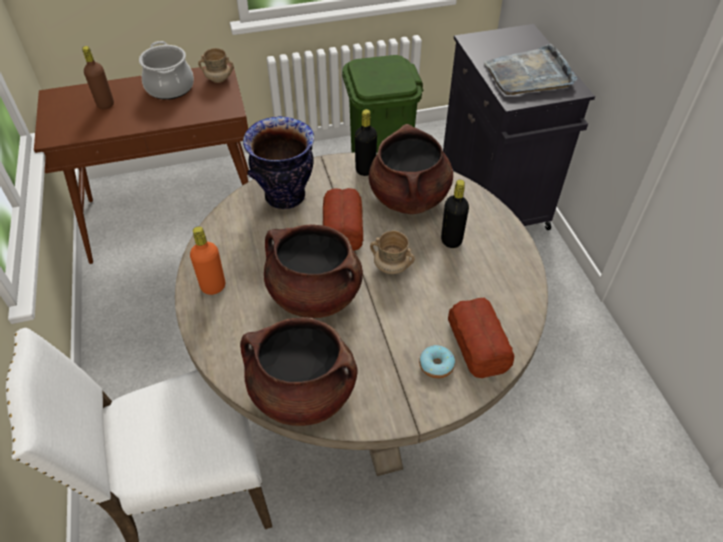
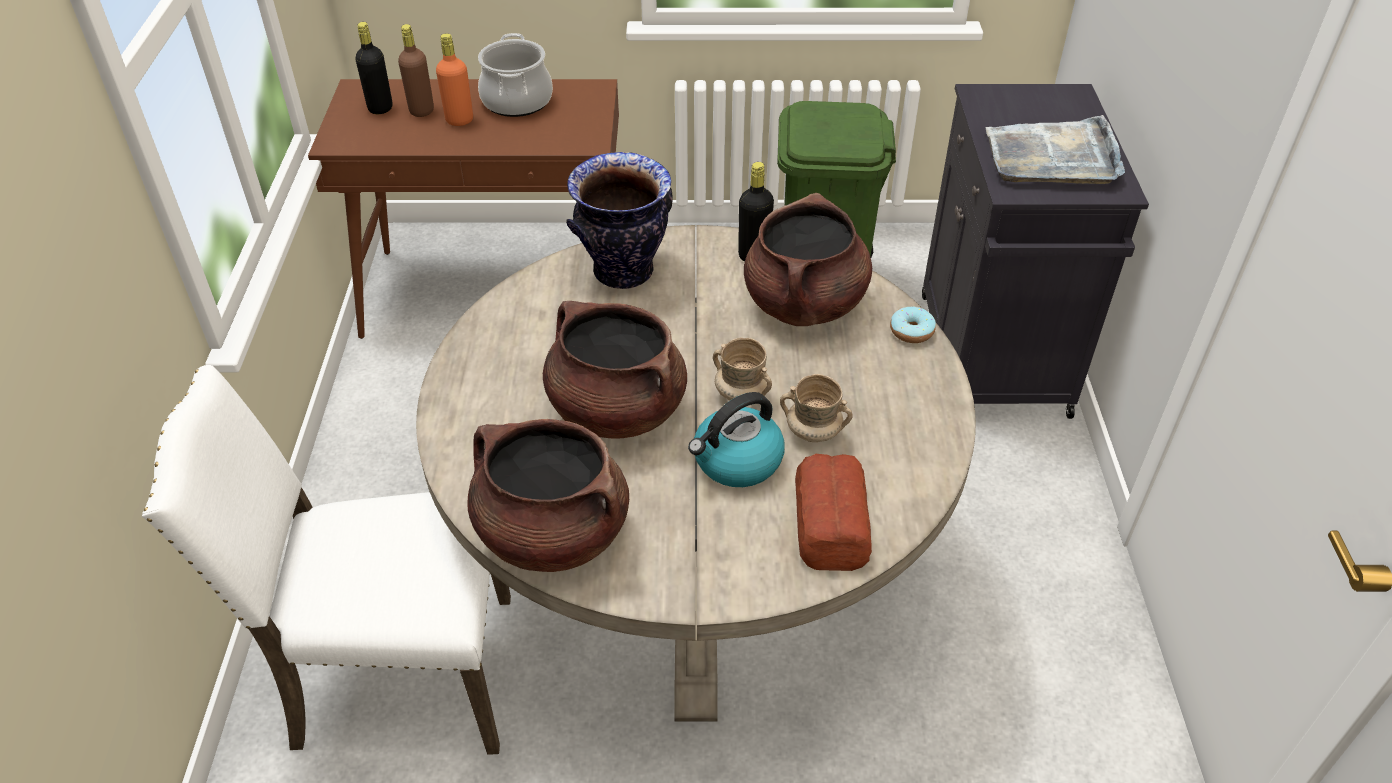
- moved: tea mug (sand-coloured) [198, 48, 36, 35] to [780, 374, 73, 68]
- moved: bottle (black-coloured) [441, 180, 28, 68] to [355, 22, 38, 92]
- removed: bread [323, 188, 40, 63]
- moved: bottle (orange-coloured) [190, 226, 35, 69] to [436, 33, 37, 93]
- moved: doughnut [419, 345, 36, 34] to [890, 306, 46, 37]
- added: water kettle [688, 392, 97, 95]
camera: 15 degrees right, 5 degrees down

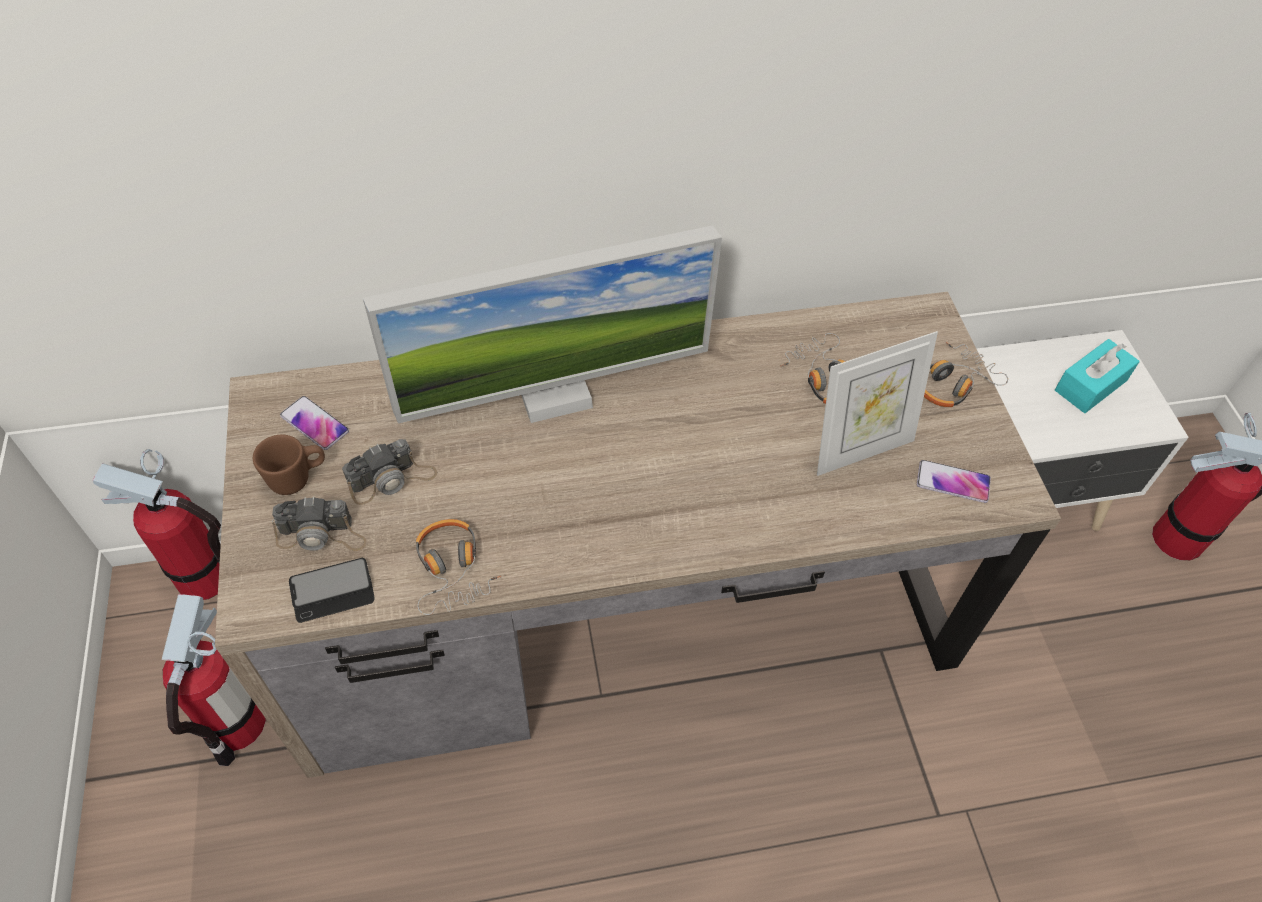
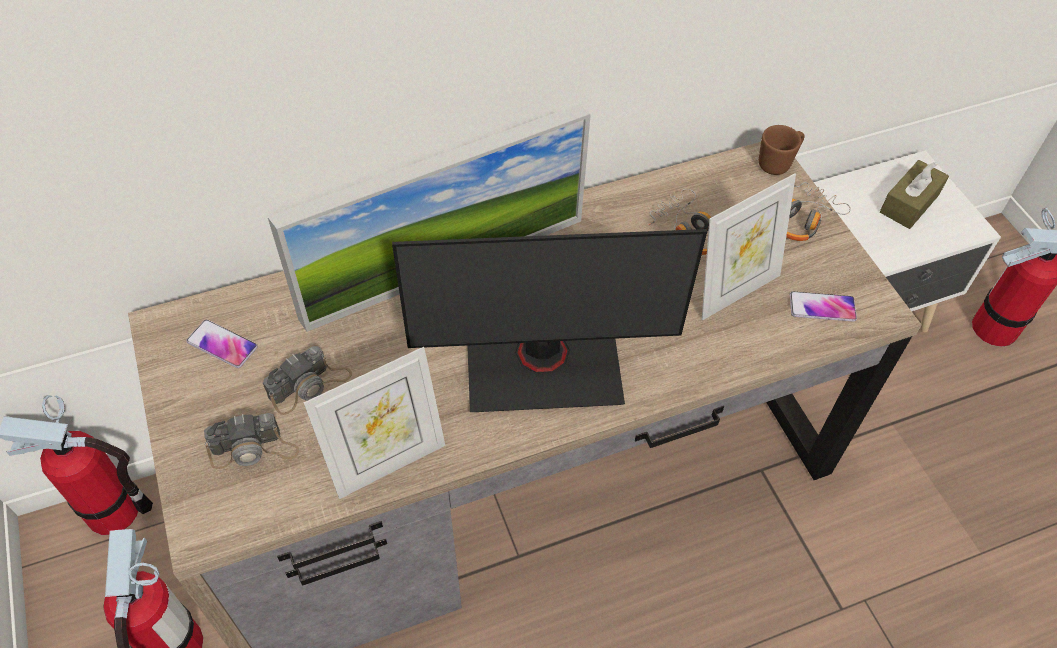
- recoloured: tissue box (blue-green) [1055, 339, 85, 74] to tissue box (brown) [880, 160, 69, 69]
- moved: tea mug (brown) [253, 435, 72, 60] to [759, 125, 46, 50]
- replaced: pair of headphones [416, 519, 85, 96] to picture frame [304, 347, 141, 152]
- removed: handset [289, 558, 86, 65]
- added: computer screen [392, 229, 315, 183]
camera: 10 degrees left, 0 degrees up

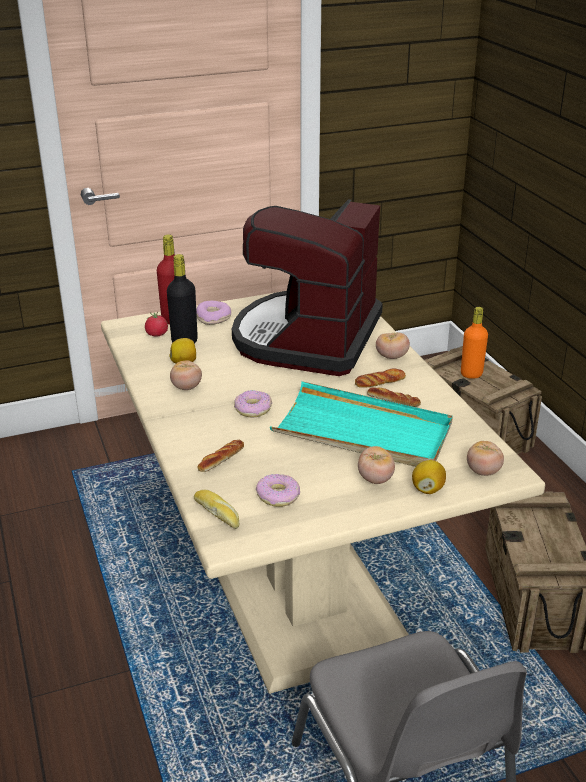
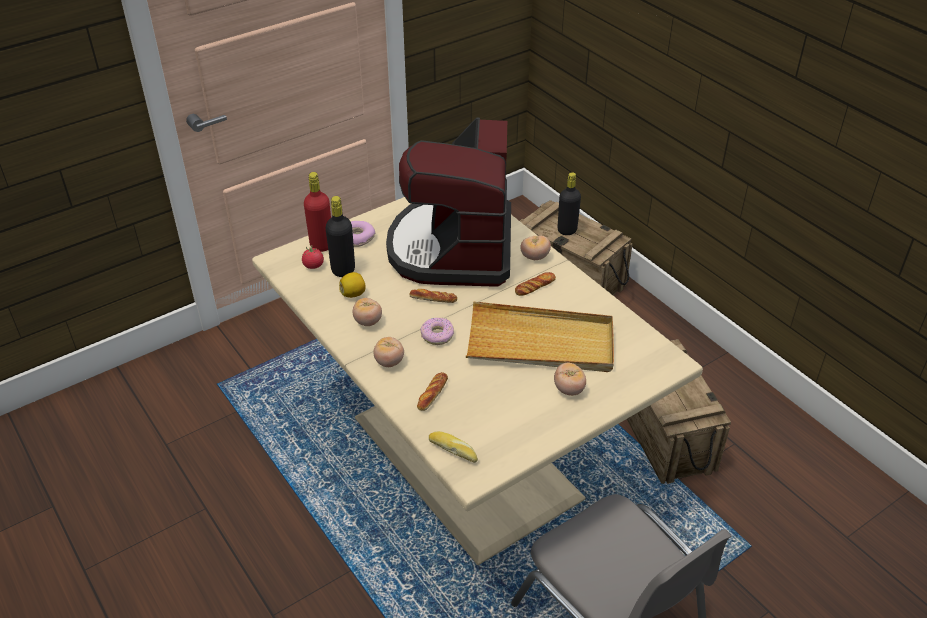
- recoloured: bottle (orange-coloured) [461, 307, 27, 72] to bottle (black-coloured) [557, 172, 24, 63]
- recoloured: serving tray (blue-green) [270, 381, 183, 86] to serving tray (sand-coloured) [466, 301, 148, 71]
- moved: bread [367, 387, 54, 20] to [410, 289, 47, 14]
- moved: whole tomato [467, 441, 37, 35] to [374, 337, 30, 30]
- removed: lemon [412, 460, 34, 34]
- removed: doughnut [256, 474, 44, 33]
camera: 15 degrees left, 10 degrees up

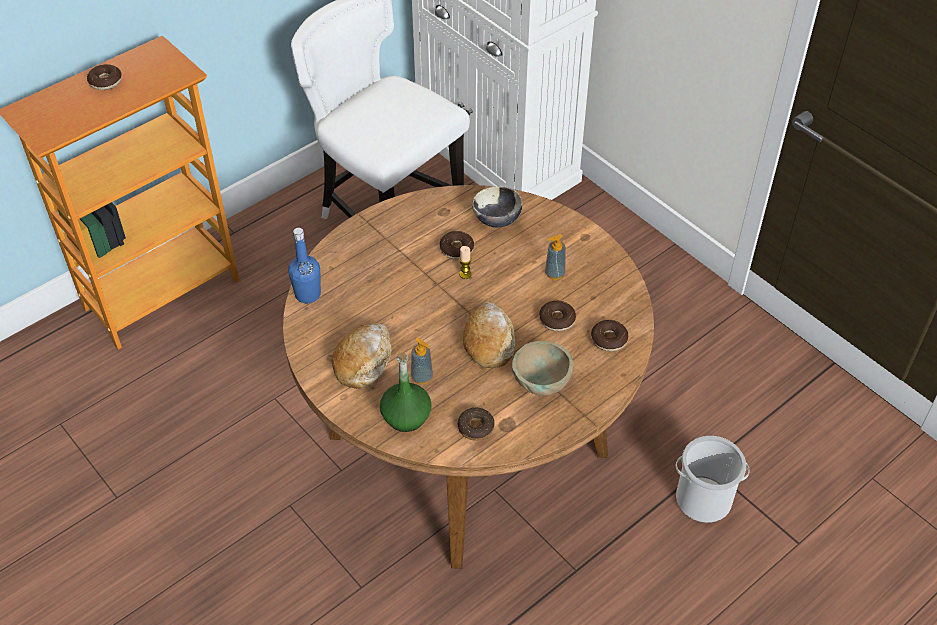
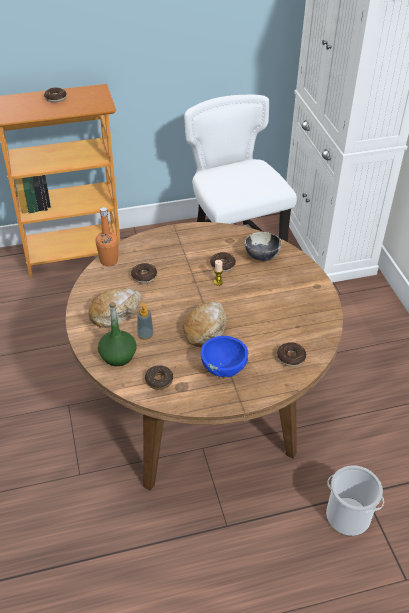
- recoloured: bottle (bluish) [288, 228, 33, 75] to bottle (orange-coloured) [96, 207, 22, 59]
- removed: liquid soap bottle [545, 234, 21, 46]
- moved: doughnut [539, 301, 37, 30] to [131, 263, 26, 21]
- recoloured: bowl (sand-coloured) [512, 341, 61, 54] to bowl (bluish) [201, 336, 47, 41]
camera: 25 degrees right, 5 degrees down

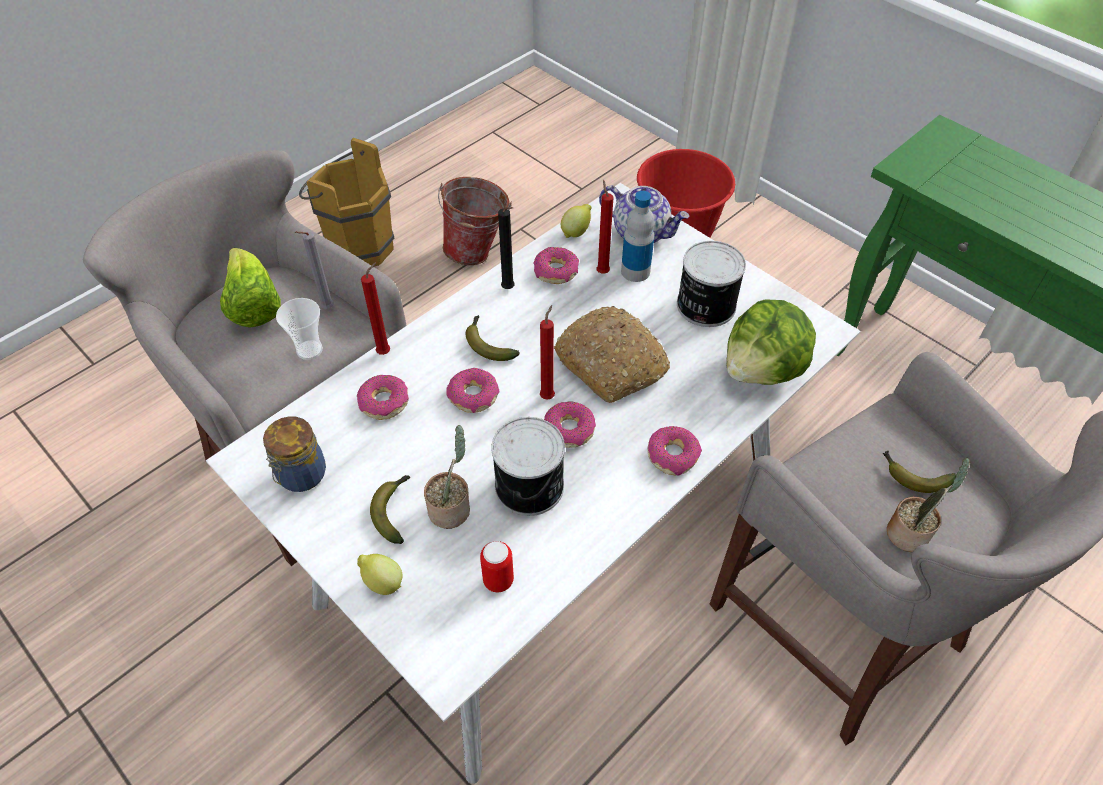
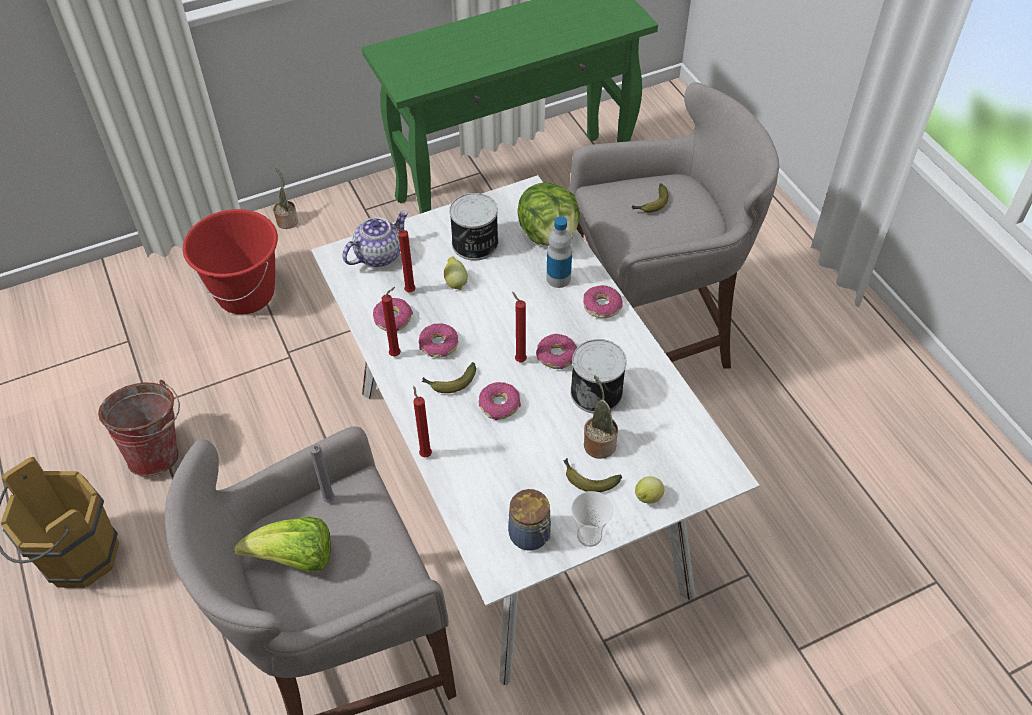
- moved: bottle [621, 191, 34, 91] to [546, 216, 26, 72]
- moved: lemon [561, 204, 31, 34] to [444, 256, 24, 34]
- recoloured: wax candle (black-coloured) [498, 207, 17, 82] to wax candle (reddish) [382, 287, 19, 69]
- moved: drinking cup [276, 298, 47, 62] to [571, 491, 42, 56]
- removed: bread [554, 306, 116, 97]
- moved: doughnut [357, 375, 52, 45] to [419, 323, 39, 35]
- moved: plant in a pot [887, 457, 83, 95] to [273, 168, 25, 61]
- removed: sealed can [480, 541, 34, 51]
camera: 70 degrees left, 0 degrees up

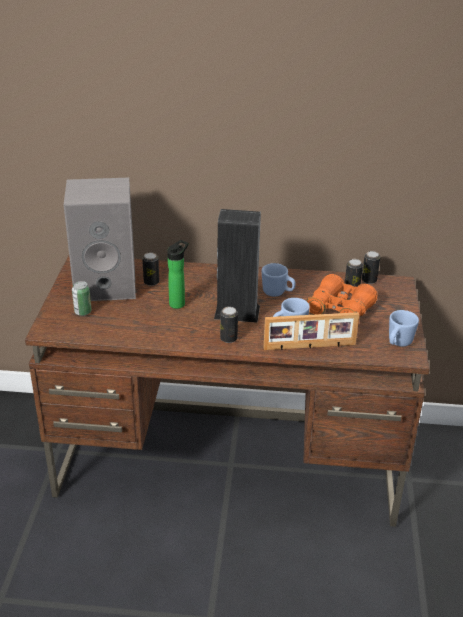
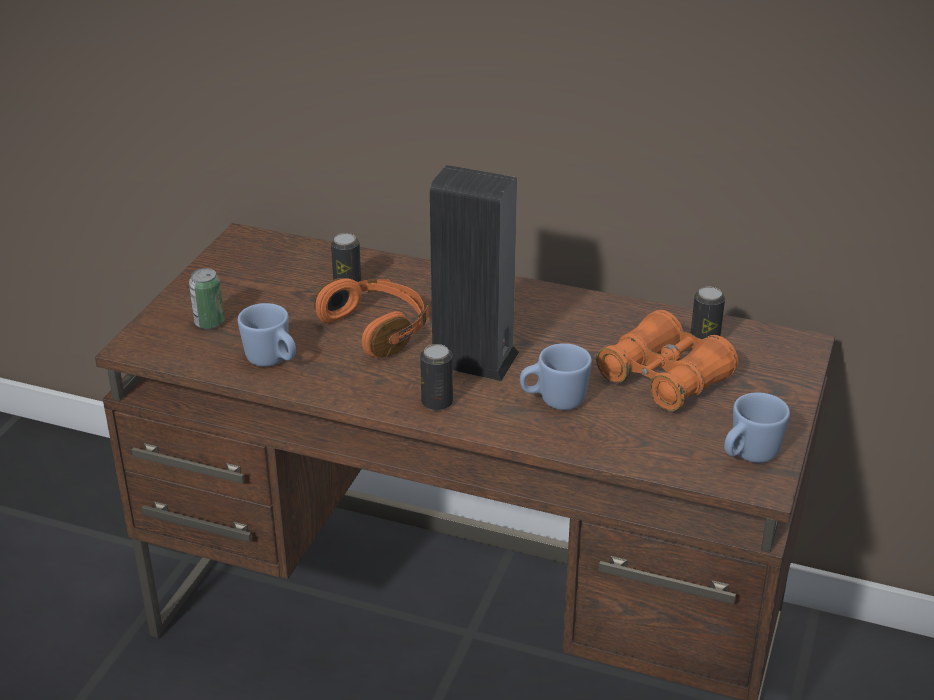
- removed: audio speaker (grey) [64, 178, 72, 123]
- replaced: bottle [167, 240, 21, 69] to pair of headphones (orange-coloured) [314, 278, 115, 80]
- removed: sealed can [362, 251, 18, 33]
- moved: tea mug (bluish) [262, 263, 34, 34] to [238, 303, 58, 64]
- removed: picture frame [264, 312, 95, 38]
camera: 15 degrees right, 0 degrees up

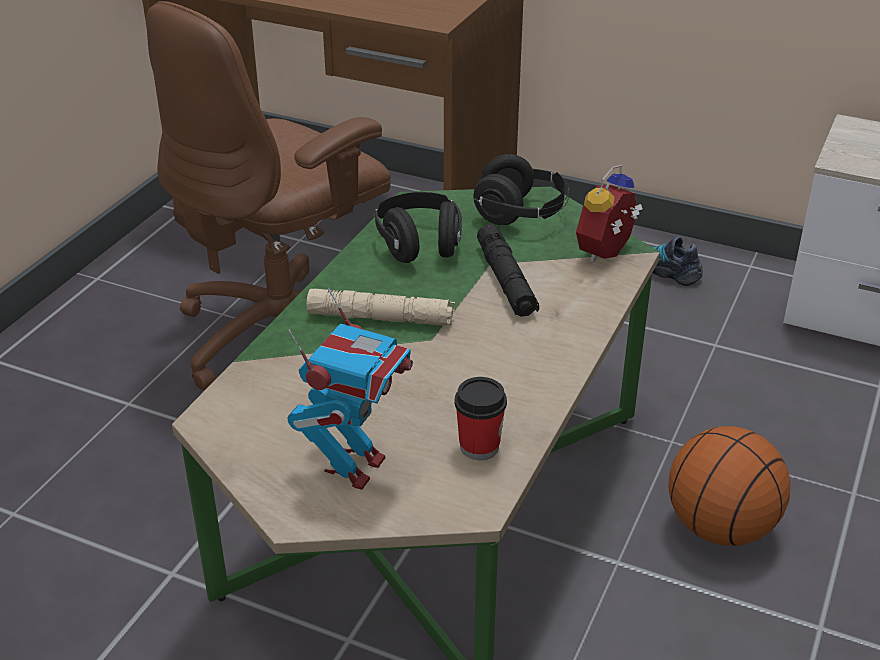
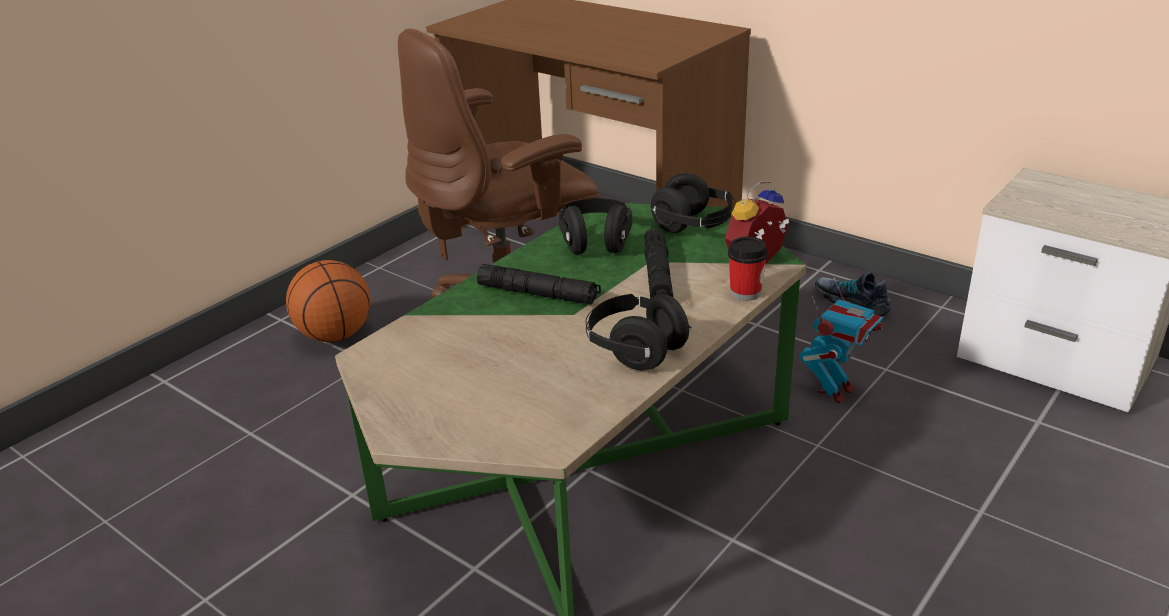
- moved: model robot [288, 288, 125, 202] to [799, 277, 85, 127]
- recoloured: torch (sand-coloured) [307, 289, 148, 37] to torch (black-coloured) [477, 264, 124, 41]
- moved: drinking cup [455, 377, 52, 83] to [728, 237, 40, 64]
- moved: ball for basketball [669, 426, 122, 120] to [286, 260, 85, 82]
- added: pair of headphones (black-coloured) [586, 294, 106, 76]
camera: 15 degrees right, 5 degrees down

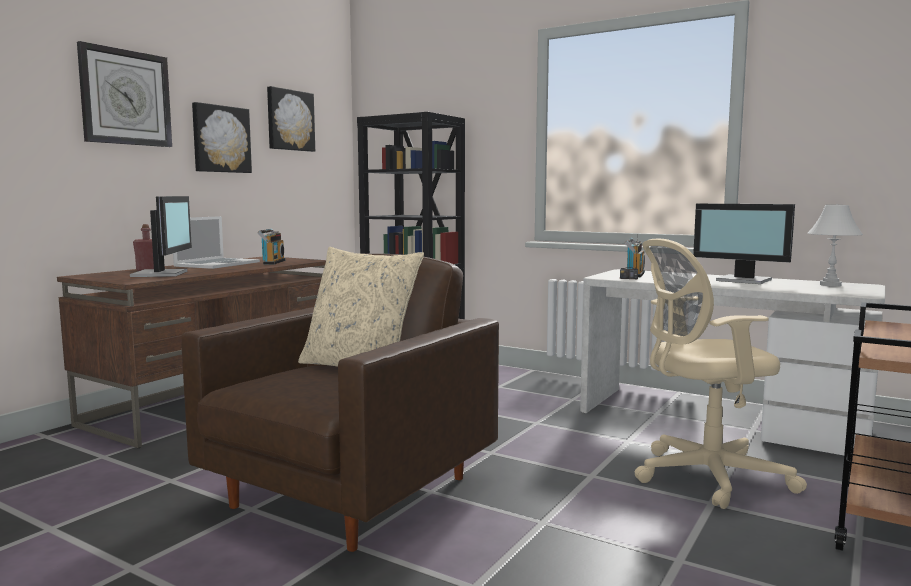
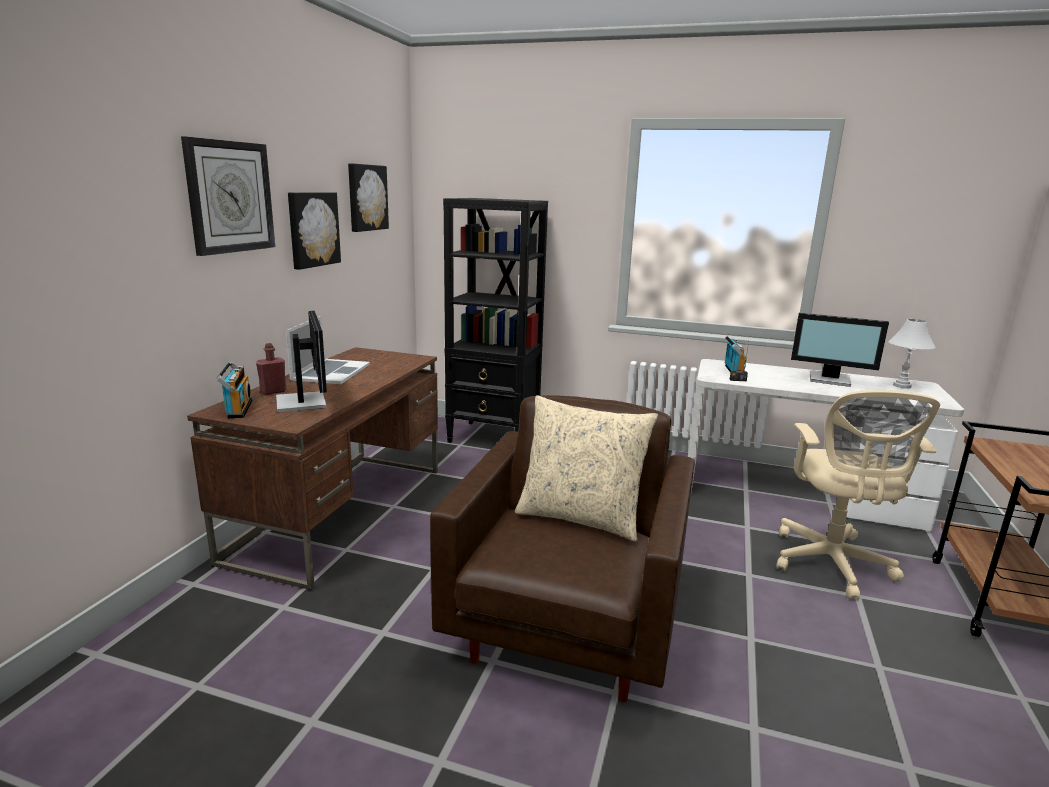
- moved: radio [258, 229, 27, 36] to [216, 361, 37, 57]
- turned: computer chair (sand-coloured) [635, 239, 172, 270] = [776, 390, 164, 210] 60 degrees counterclockwise
camera: 15 degrees left, 10 degrees up

